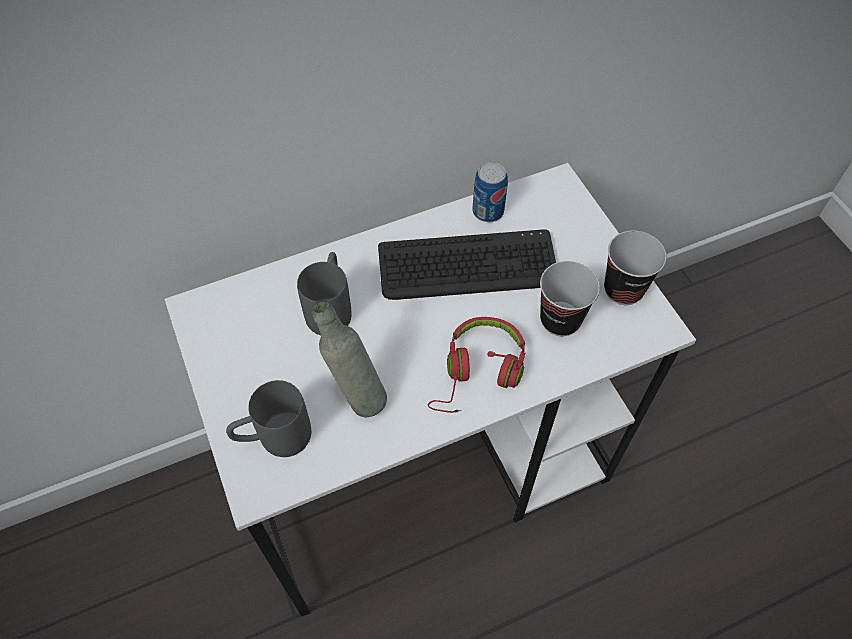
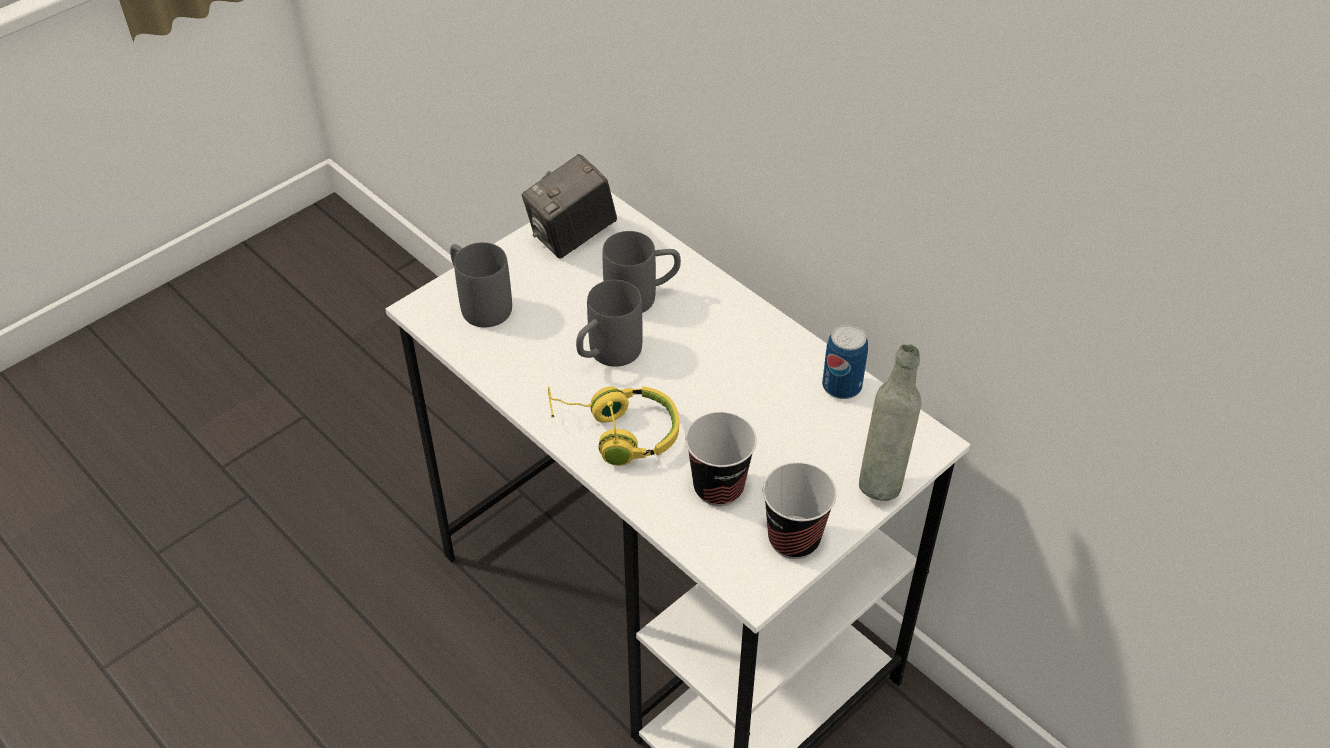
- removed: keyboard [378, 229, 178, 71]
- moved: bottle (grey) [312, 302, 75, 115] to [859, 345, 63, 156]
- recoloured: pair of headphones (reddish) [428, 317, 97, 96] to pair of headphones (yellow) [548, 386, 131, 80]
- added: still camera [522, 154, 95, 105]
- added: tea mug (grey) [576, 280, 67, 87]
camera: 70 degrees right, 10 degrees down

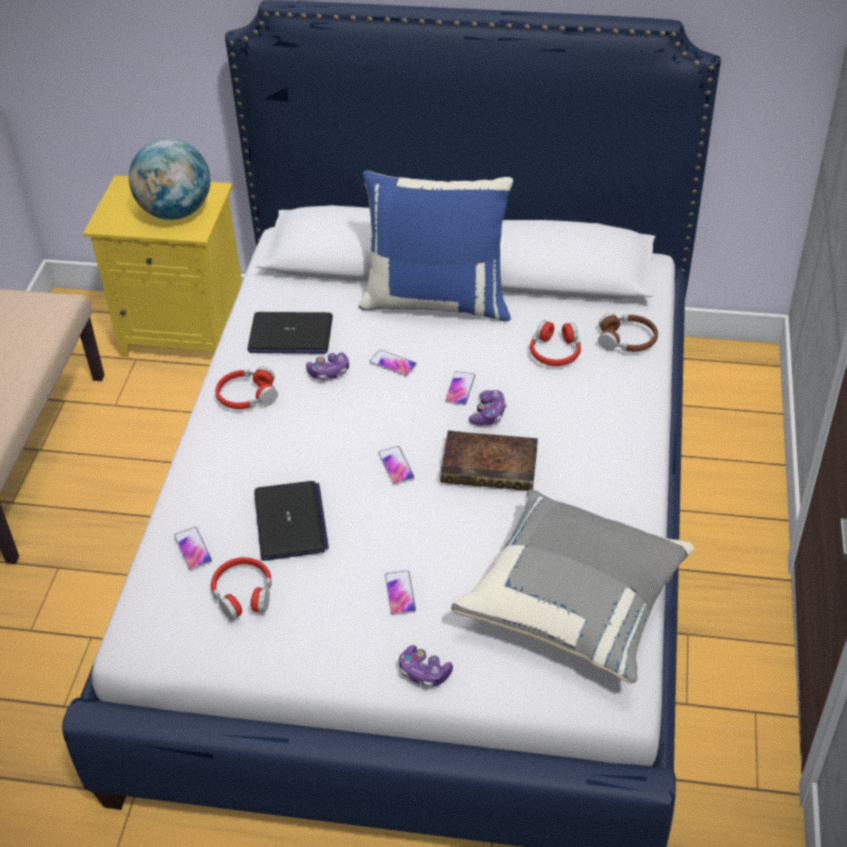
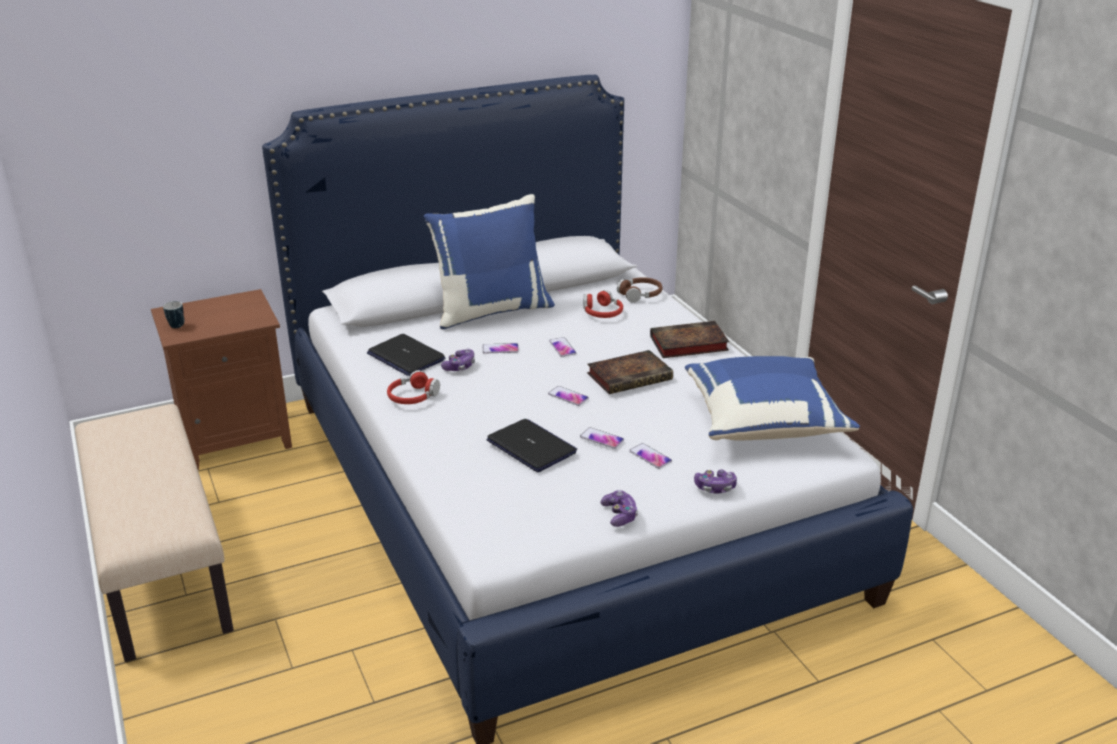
- removed: desk globe [129, 138, 81, 82]
- recoloured: bedside table (yellow) [83, 175, 159, 182] to bedside table (brown) [151, 289, 141, 181]
- turned: laptop [247, 312, 86, 42] = [367, 334, 78, 42] 75 degrees clockwise
- moved: joypad [469, 390, 38, 36] to [600, 490, 38, 37]
- recoloured: throw pillow (grey) [451, 489, 243, 195] to throw pillow (bluish) [685, 356, 175, 85]
- moved: handset [174, 527, 38, 43] to [580, 427, 44, 22]
- removed: pair of headphones (reddish) [211, 557, 61, 63]
- added: tea mug [163, 301, 21, 27]
- added: book [650, 321, 79, 37]
camera: 35 degrees left, 15 degrees down

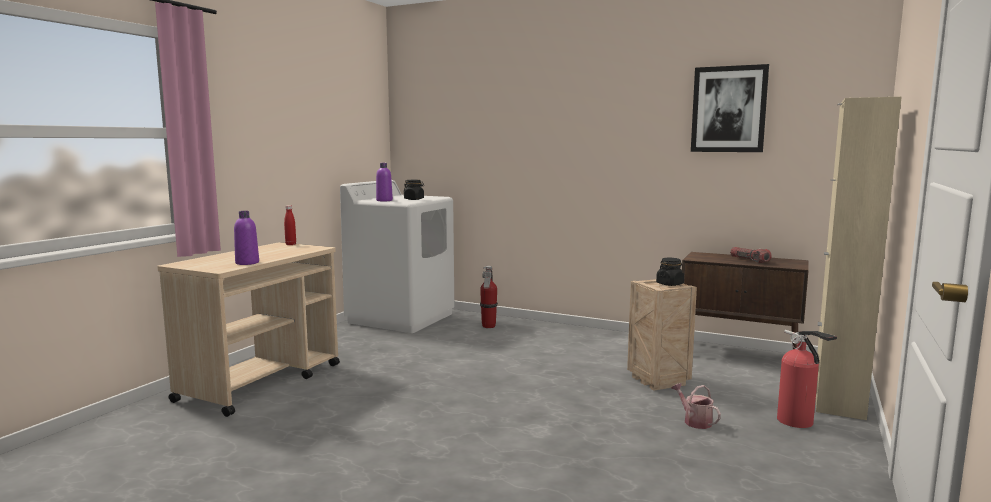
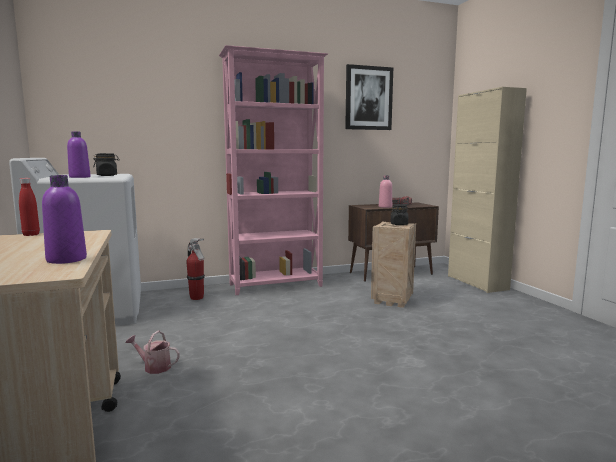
- removed: fire extinguisher [777, 330, 60, 98]
- moved: watering pot [671, 383, 50, 46] to [125, 331, 55, 43]
- added: bookcase (pinkish) [219, 45, 109, 250]
- added: bottle (pinkish) [379, 175, 13, 33]
camera: 45 degrees left, 0 degrees up

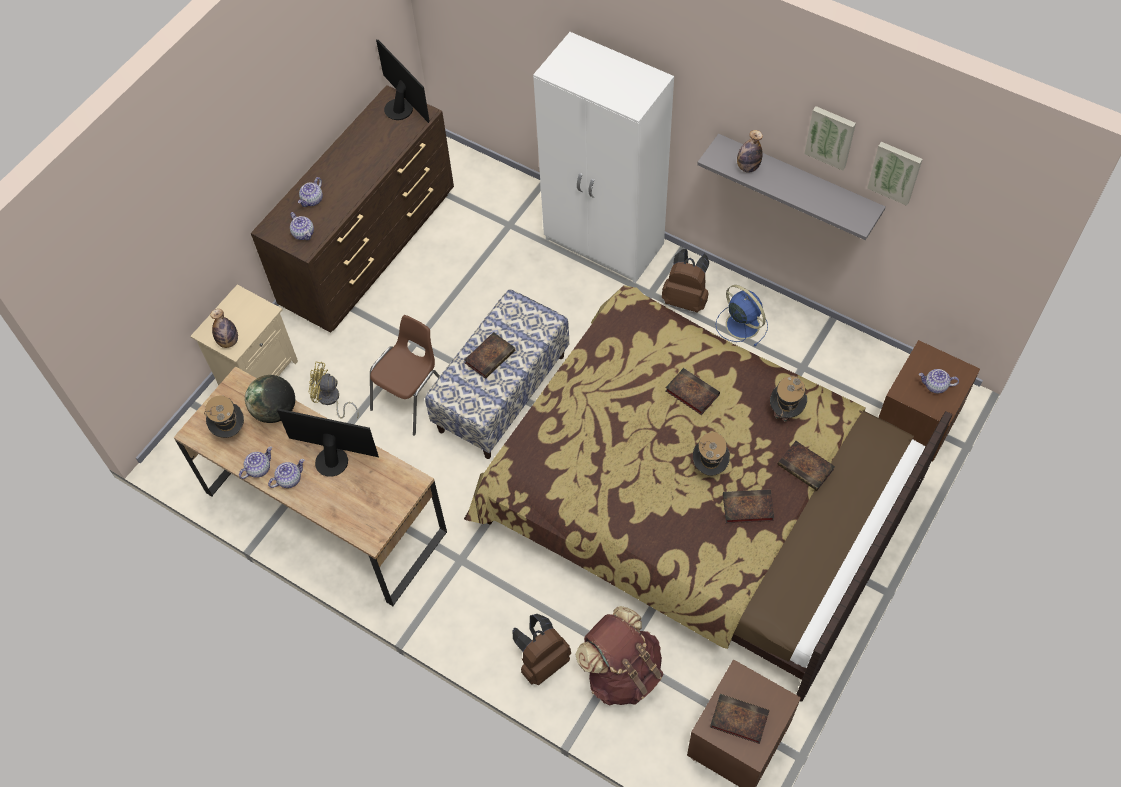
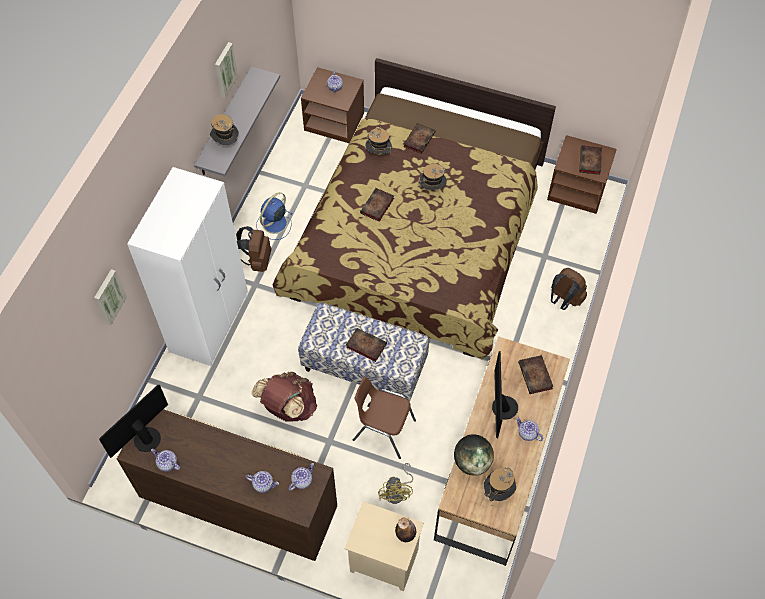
- replaced: bottle [737, 130, 26, 43] to clothing hat [210, 114, 29, 31]
- moved: wall picture [867, 142, 56, 64] to [94, 269, 33, 56]
- moved: teapot [239, 447, 33, 32] to [151, 449, 29, 23]
- moved: book [723, 489, 51, 34] to [518, 355, 35, 39]
- moved: rucksack (brown) [575, 606, 89, 100] to [252, 372, 65, 50]
camera: 105 degrees left, 0 degrees up

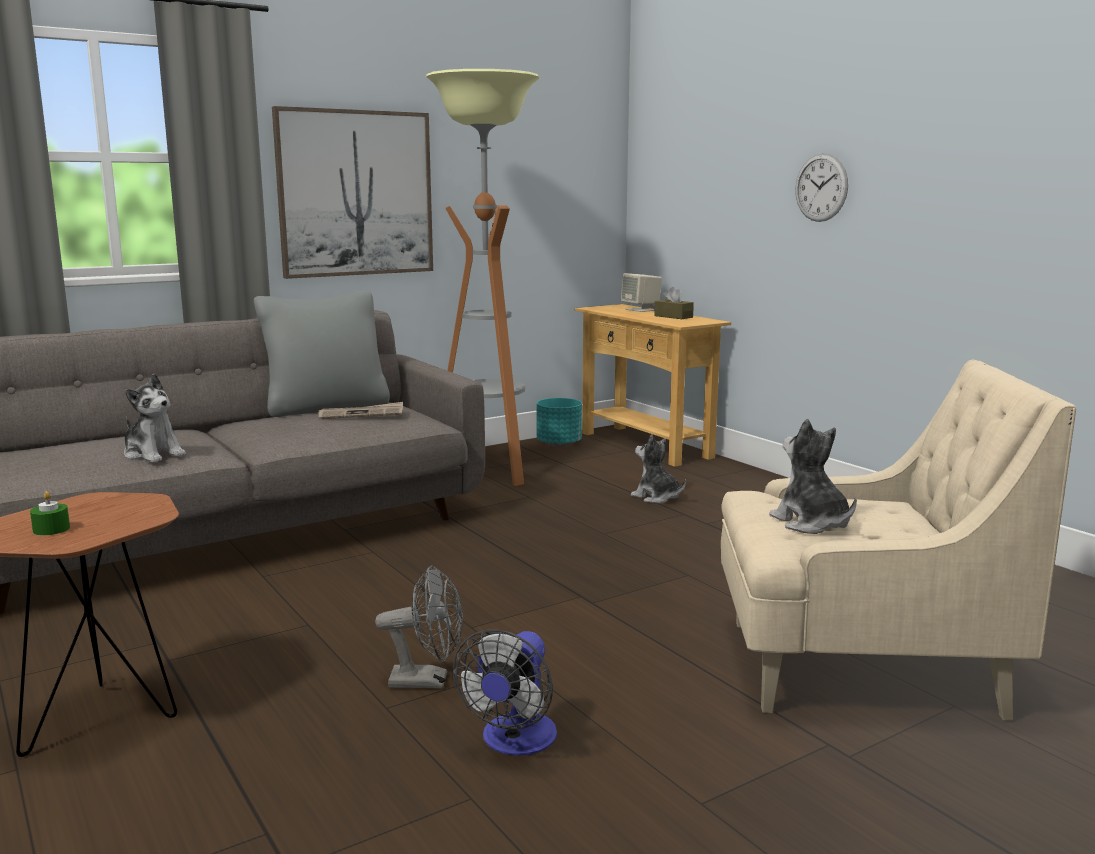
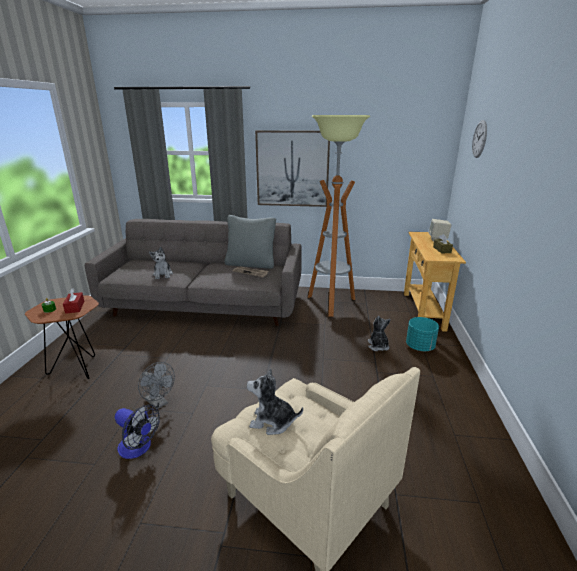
- moved: clock on the wall [795, 153, 53, 69] to [472, 120, 15, 38]
- moved: flower pot (blue-green) [537, 398, 45, 49] to [406, 317, 33, 34]
- turned: cuddly toy [769, 418, 88, 116] = [247, 368, 56, 67] 90 degrees counterclockwise
- turned: fan [453, 629, 104, 127] = [115, 404, 45, 55] 120 degrees counterclockwise
- added: tissue box (reddish) [63, 288, 21, 26]
camera: 40 degrees right, 10 degrees up

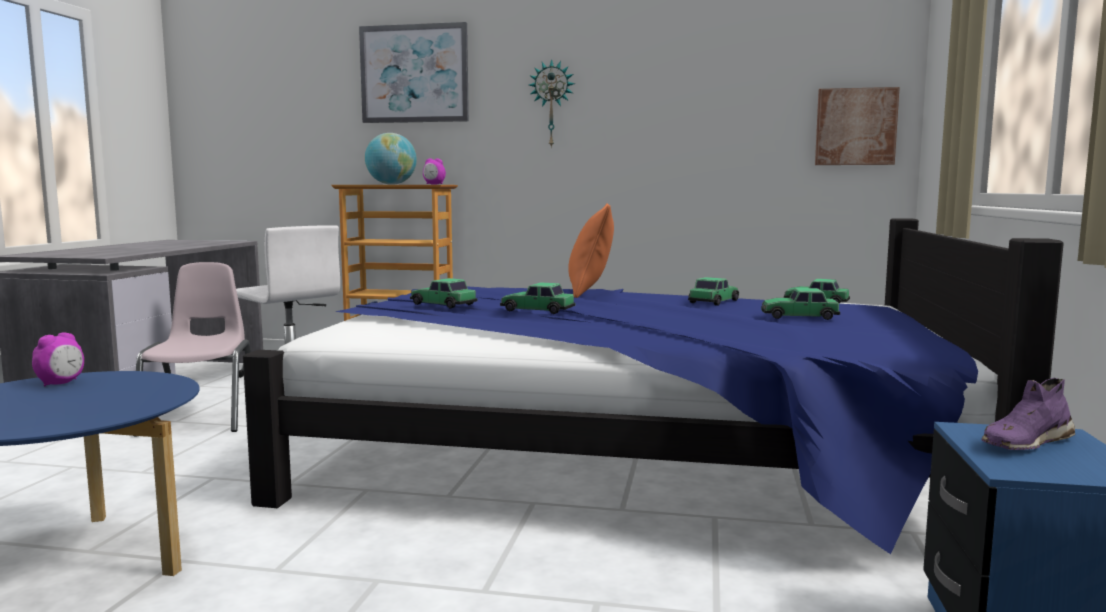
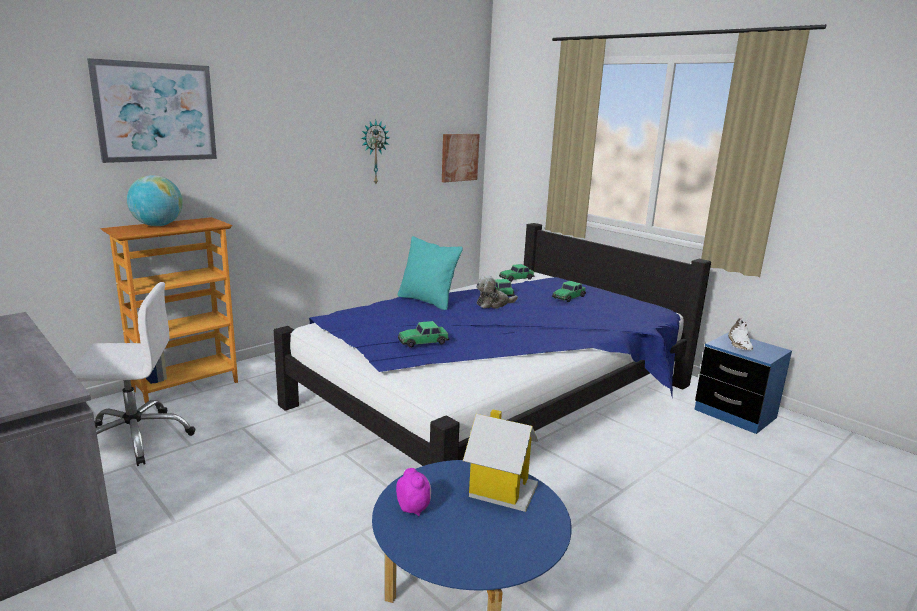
- moved: clock on the wall [529, 59, 46, 90] to [361, 120, 28, 63]
- removed: bedside clock [423, 158, 23, 27]
- recoloured: throw pillow (orange-coloured) [568, 203, 46, 95] to throw pillow (blue-green) [398, 236, 65, 74]
- removed: plain chair (pinkish) [136, 262, 115, 170]
- removed: model car [500, 282, 75, 32]
- recoloured: item of footwear (purple) [981, 378, 94, 72] to item of footwear (white) [728, 318, 25, 32]
- added: cuddly toy [476, 275, 42, 34]
- added: toy house [463, 410, 75, 102]
camera: 55 degrees left, 10 degrees up

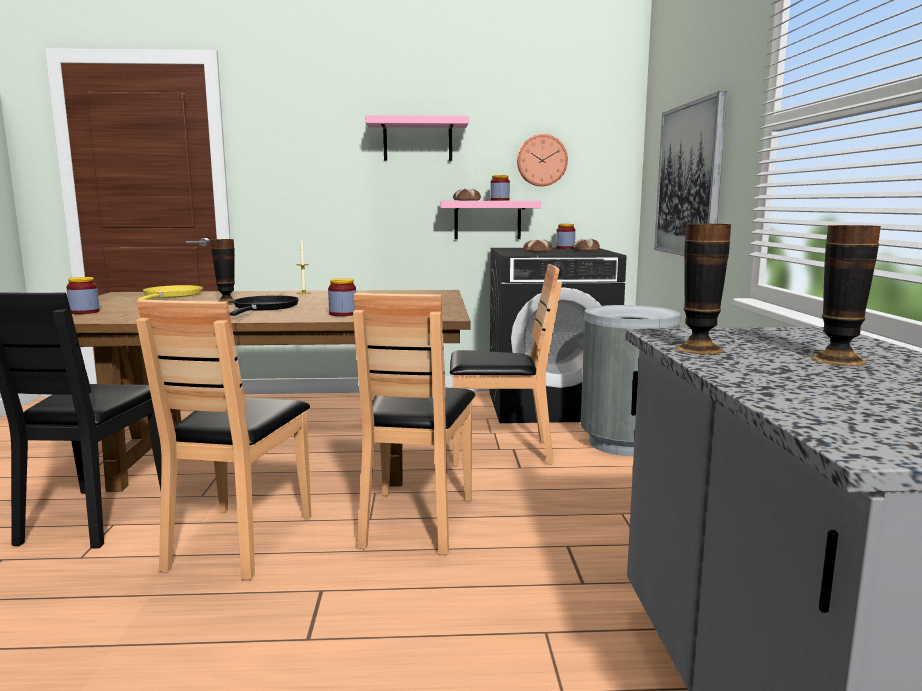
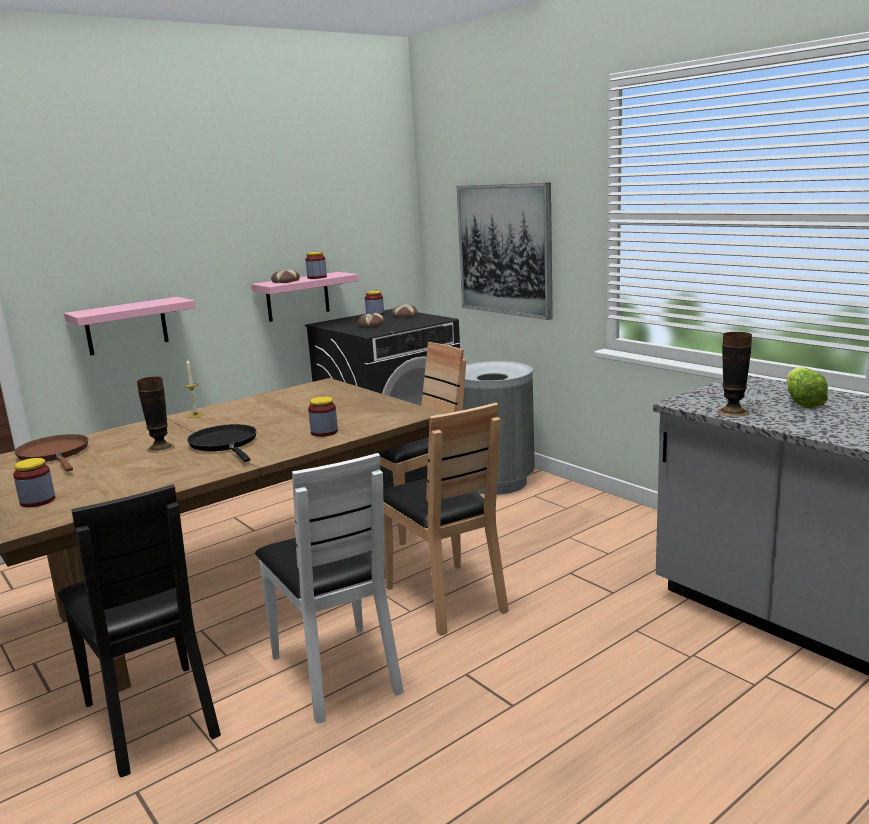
- moved: shelf (pinkish) [365, 115, 104, 46] to [64, 297, 131, 58]
- removed: clock on the wall [517, 134, 51, 52]
- replaced: vase [810, 225, 71, 141] to head of lettuce [787, 367, 41, 41]
- recoloured: skillet (yellow) [137, 285, 66, 15] to skillet (brown) [15, 434, 73, 38]
- recoloured: plain chair (brown) [136, 299, 175, 281] to plain chair (white) [255, 453, 149, 271]
camera: 35 degrees left, 5 degrees up

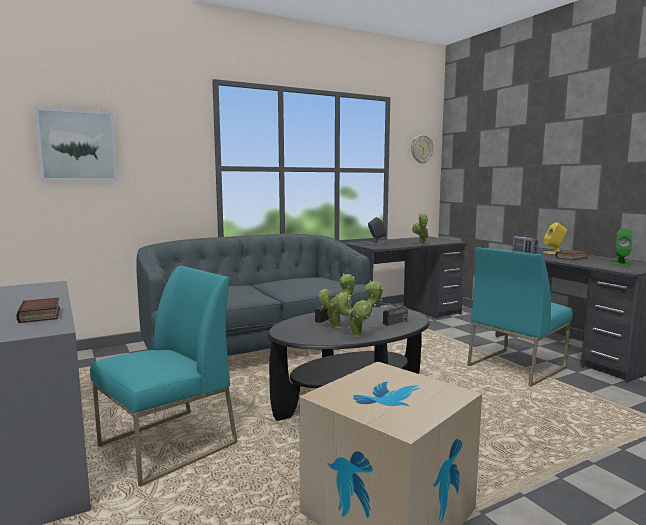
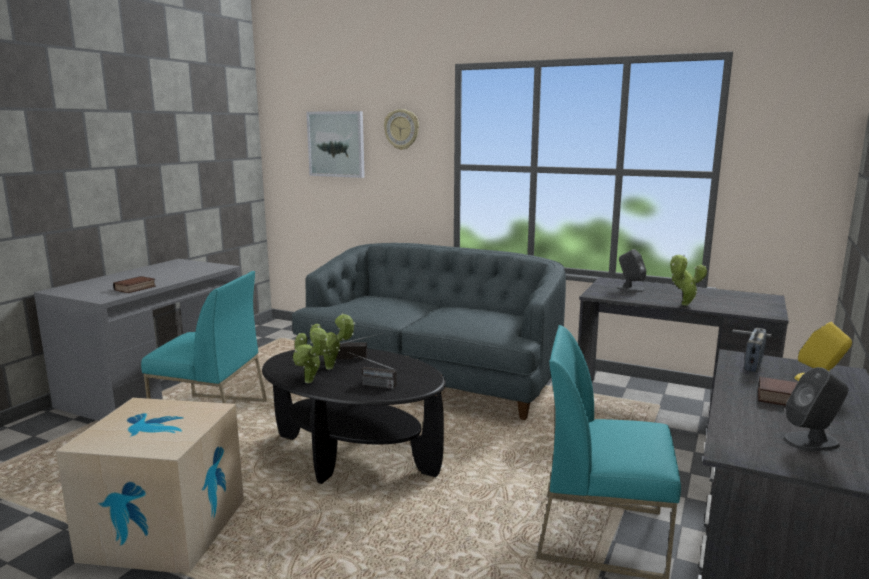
- moved: clock on the wall [411, 135, 23, 29] to [384, 109, 35, 41]
- recoloured: audio speaker (greenish) [612, 229, 20, 37] to audio speaker (grey) [783, 367, 65, 84]
camera: 55 degrees right, 5 degrees up

